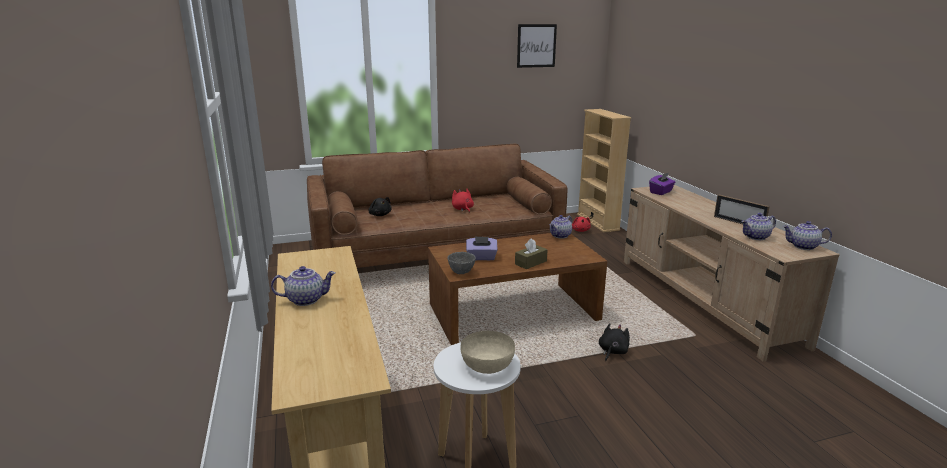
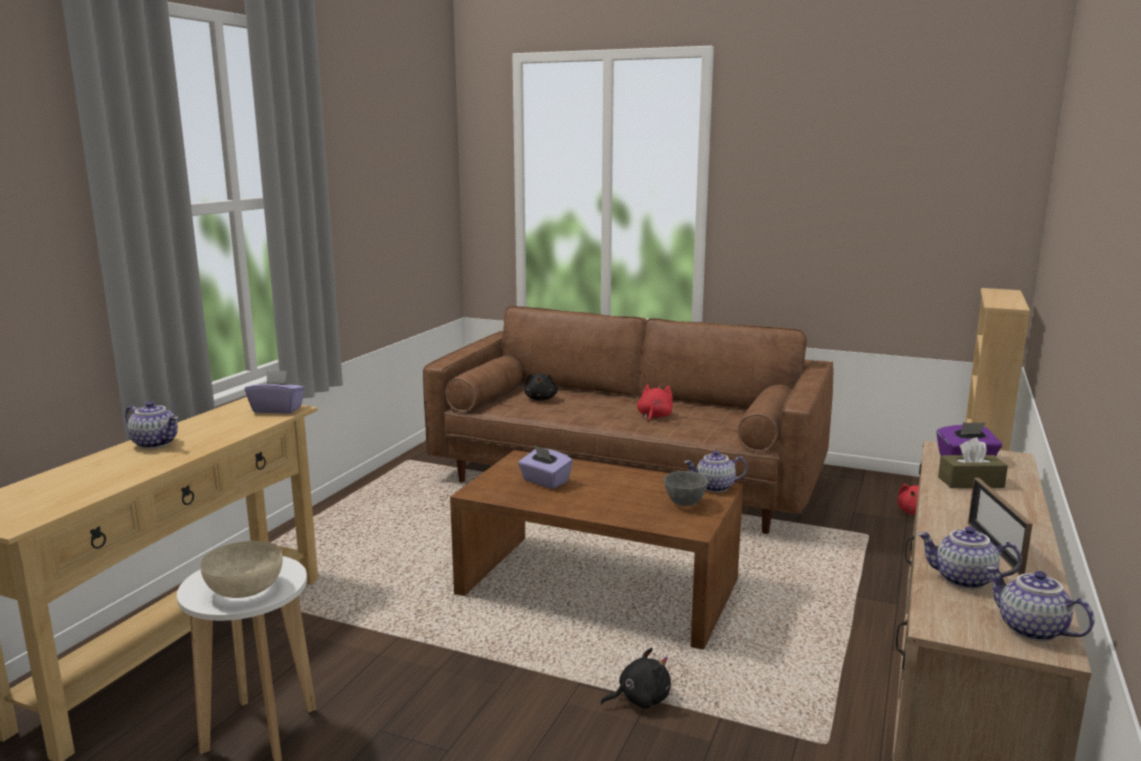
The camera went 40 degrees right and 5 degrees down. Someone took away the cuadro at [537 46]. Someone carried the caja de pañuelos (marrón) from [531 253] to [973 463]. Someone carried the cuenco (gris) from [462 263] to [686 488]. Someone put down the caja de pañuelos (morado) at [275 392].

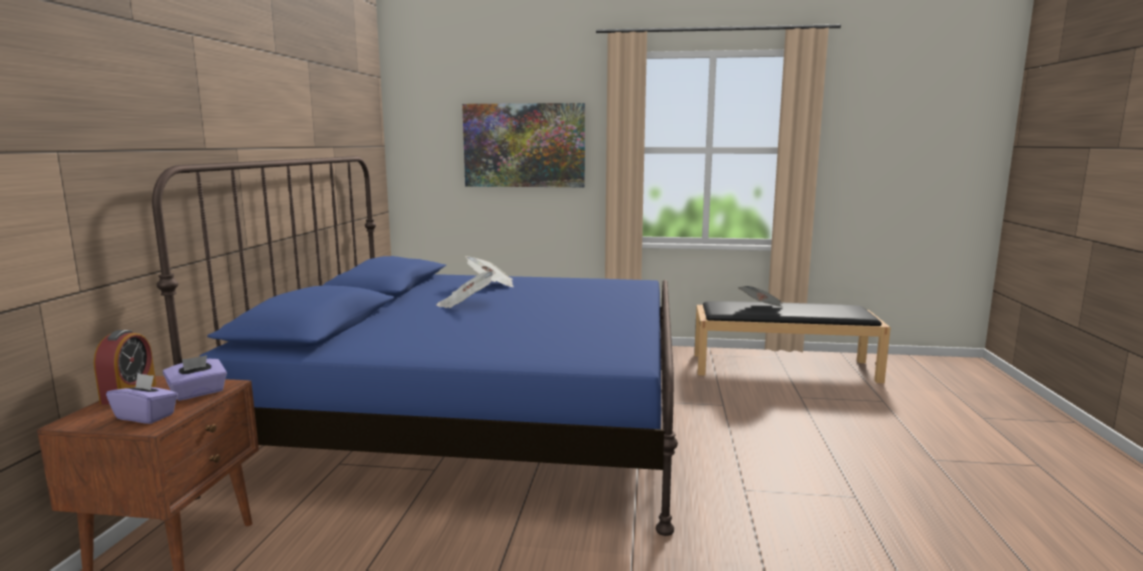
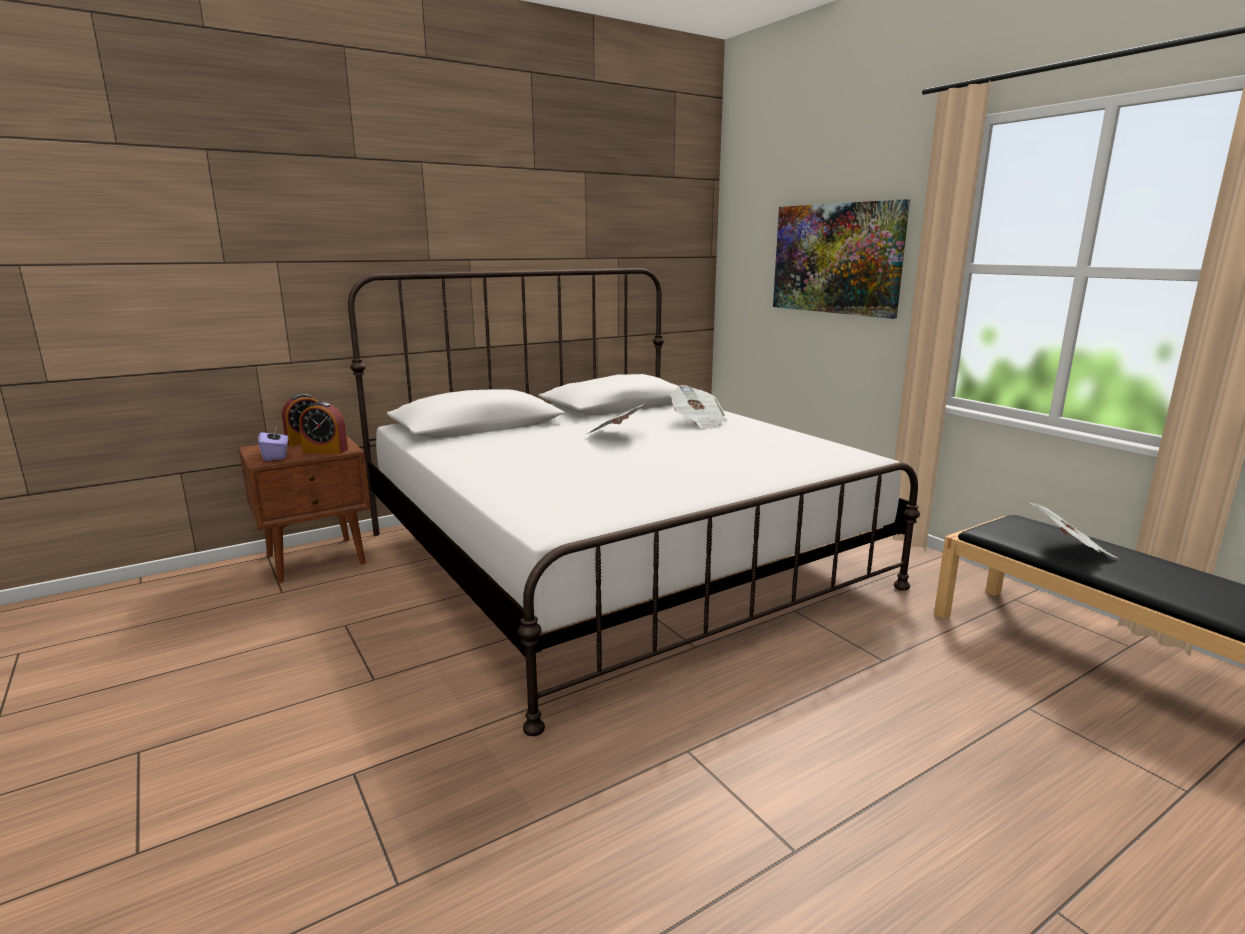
The camera went 50 degrees right and 5 degrees up. Someone repainted the cama (azul) at [415 346], which became the cama (blanco) at [634 502]. Someone swapped the caja de pañuelos (morado) at [195 378] for the despertador at [323 427].

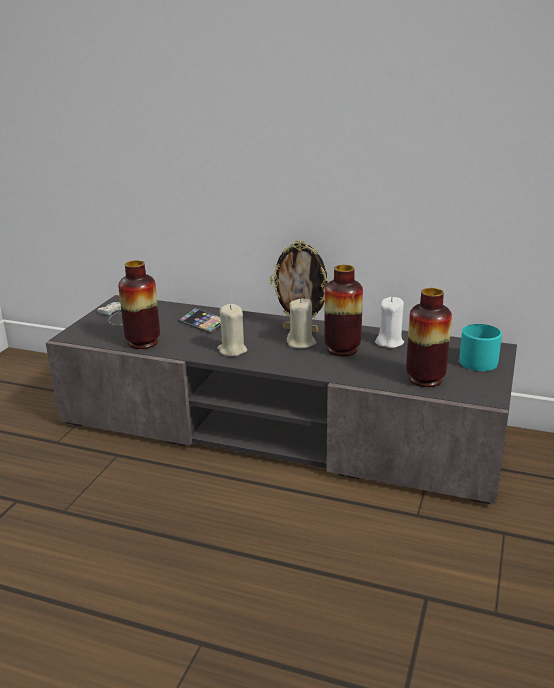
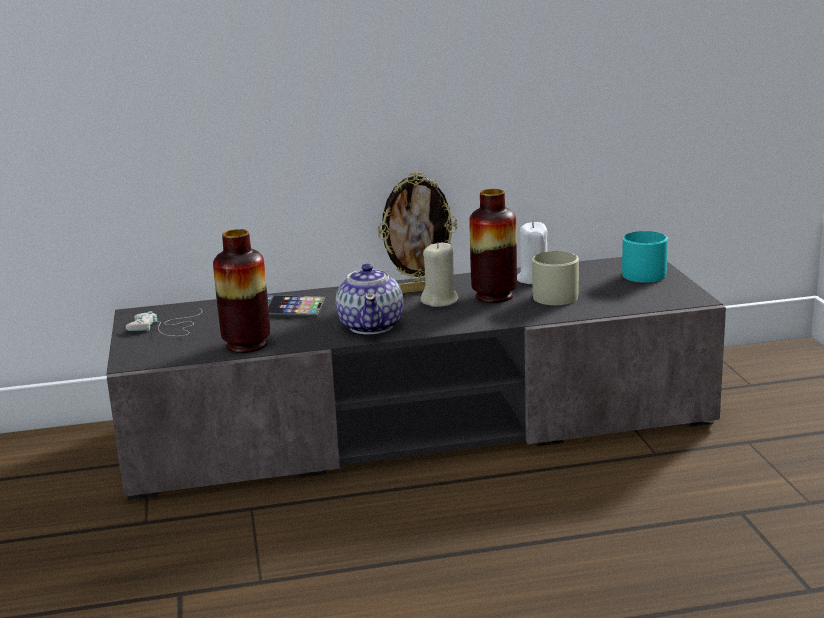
The camera went 30 degrees left and 5 degrees down. Someone took away the florero at [429 337]. Someone swapped the vela (beis) at [232 330] for the tetera at [370 298]. Someone put down the taza grande (beis) at [555 278].

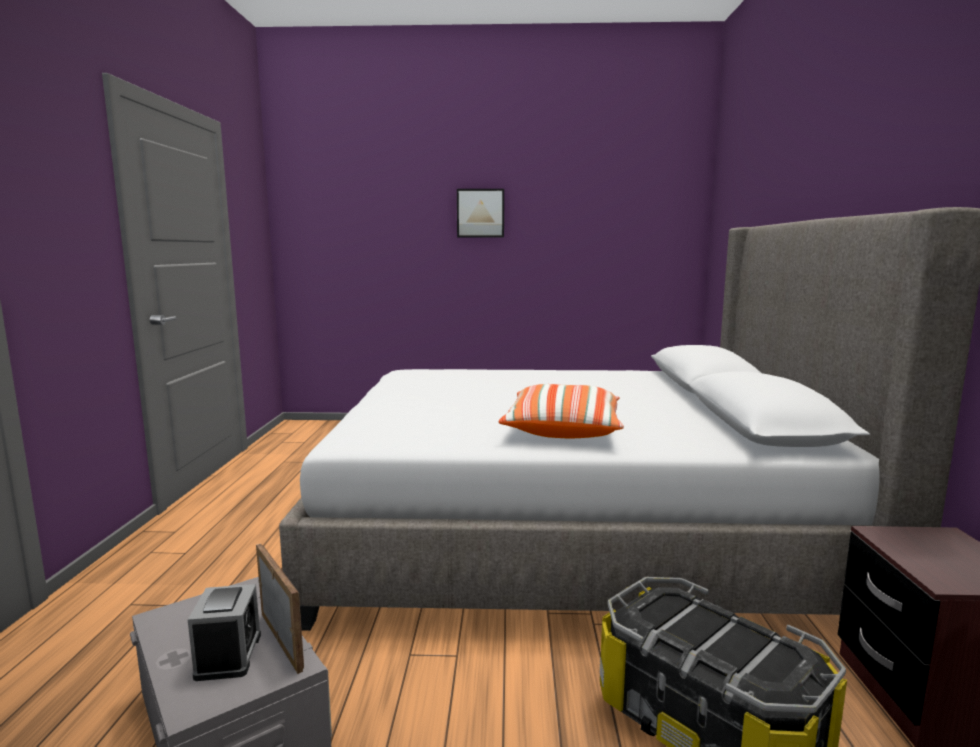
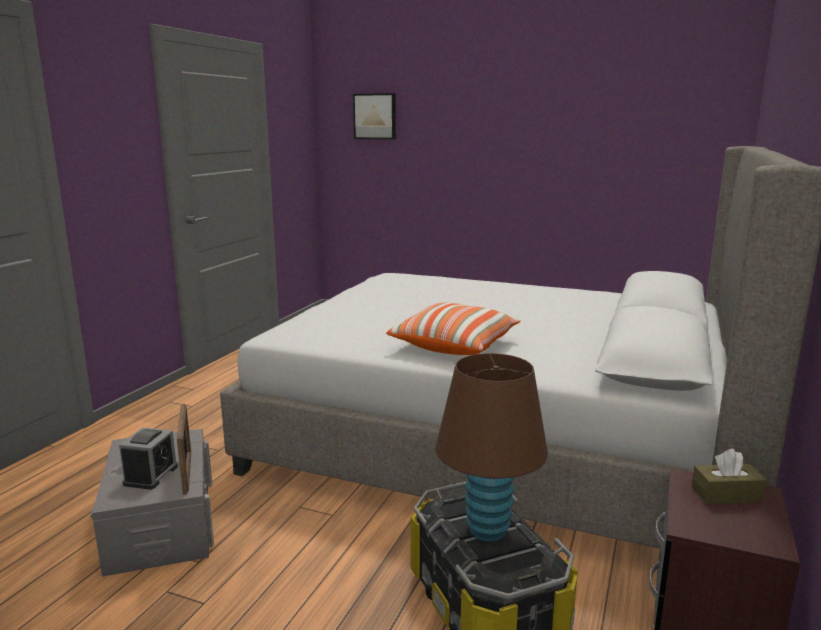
The camera went 20 degrees right and 5 degrees up. Someone carried the cuadro from [480 213] to [374 116]. Someone put down the lámpara de mesa (marrón) at [492 447]. Someone put down the caja de pañuelos (marrón) at [729 476].

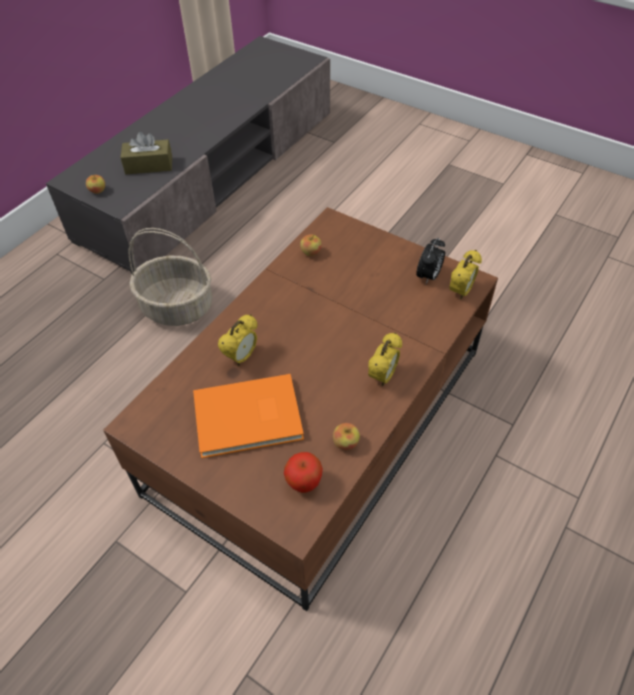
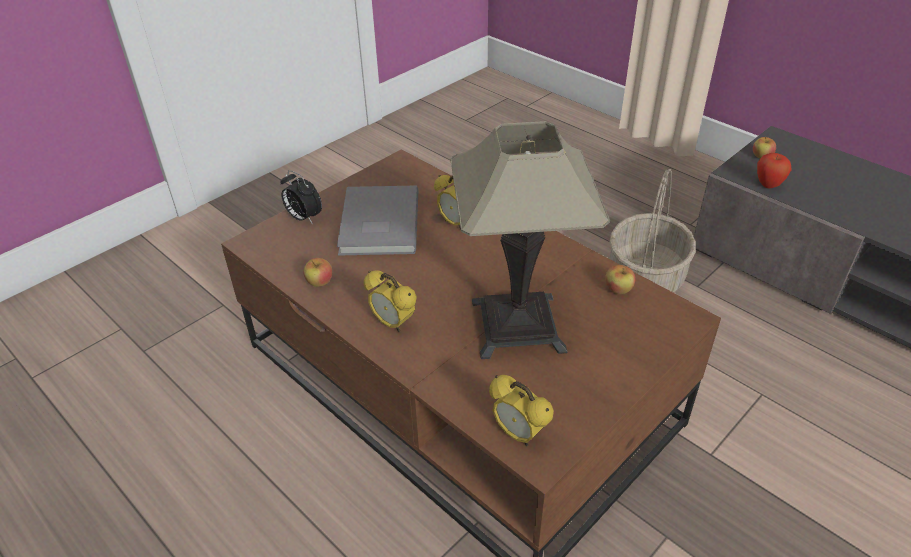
The camera went 100 degrees right and 10 degrees down. Someone took away the caja de pañuelos (marrón) at [146 153]. Someone carried the despertador from [430 261] to [301 197]. Someone repainted the libro (naranja) at [248 416], which became the libro (gris) at [378 220]. Someone carried the manzana from [303 472] to [774 170]. Someone put down the lámpara de mesa at [530 240].

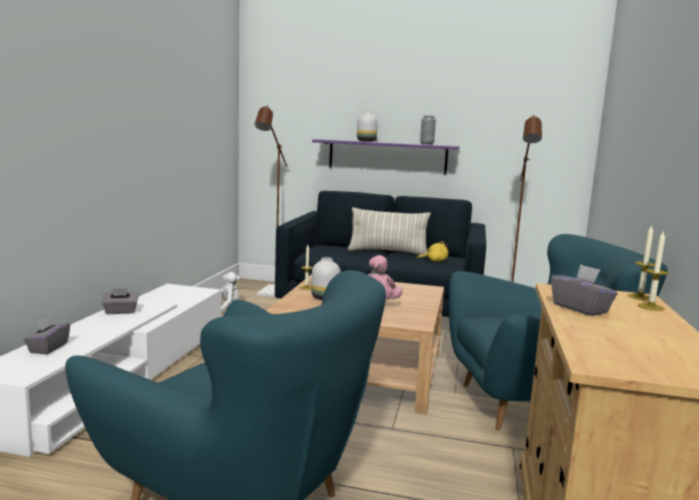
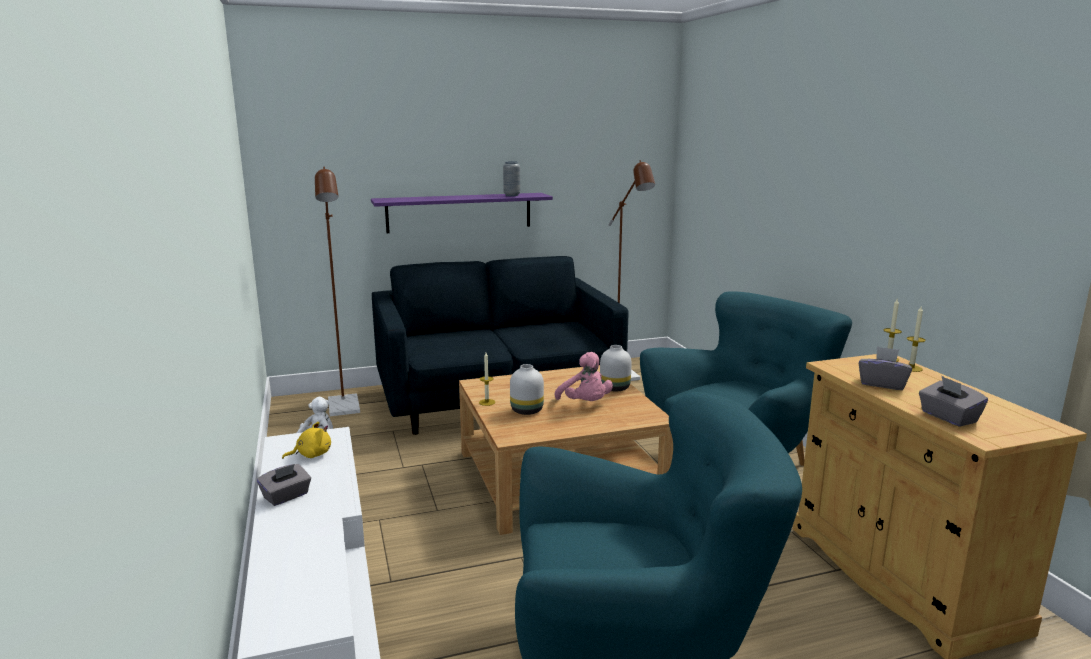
The camera went 30 degrees left and 5 degrees up. Someone carried the florero (blanco) from [367 127] to [616 368]. Someone took away the cojín at [389 231]. Someone carried the peluche (amarillo) from [432 251] to [306 440]. Someone carried the caja de pañuelos (gris) from [47 335] to [953 401].

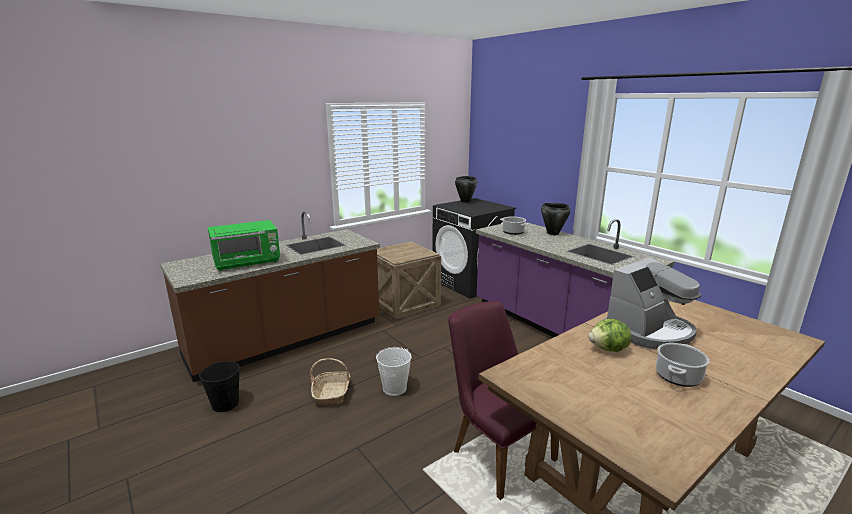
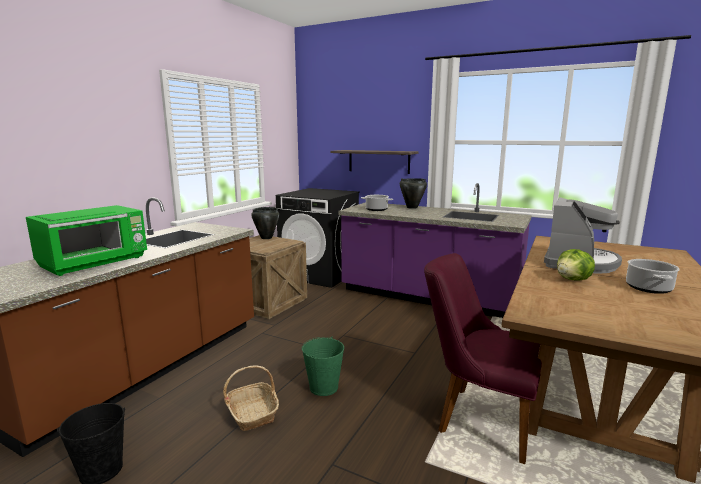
The camera went 25 degrees left and 5 degrees down. Someone carried the olla (negro) from [466 189] to [265 223]. Someone repainted the cubo (blanco) at [394 371], which became the cubo (verde) at [323 366]. Someone put up the estante at [374 162].

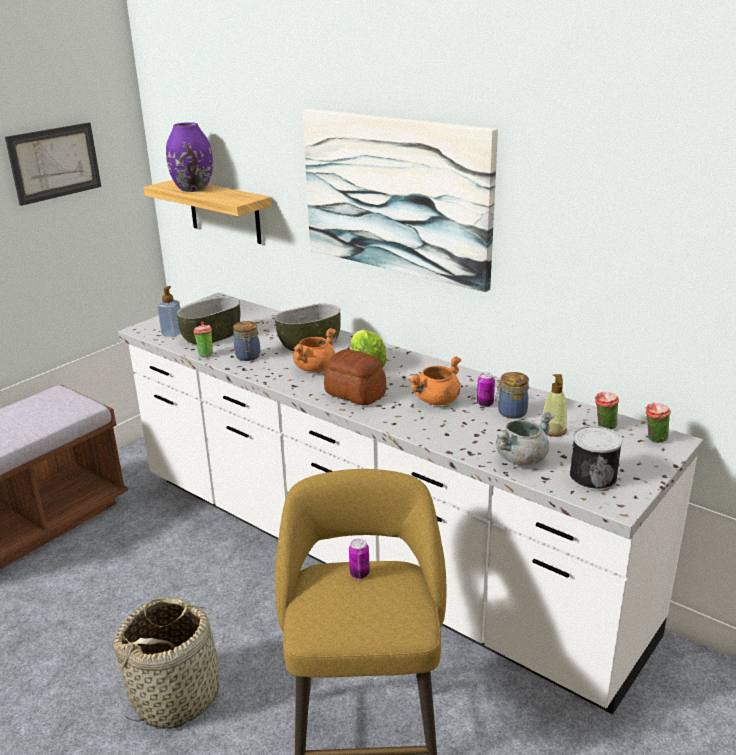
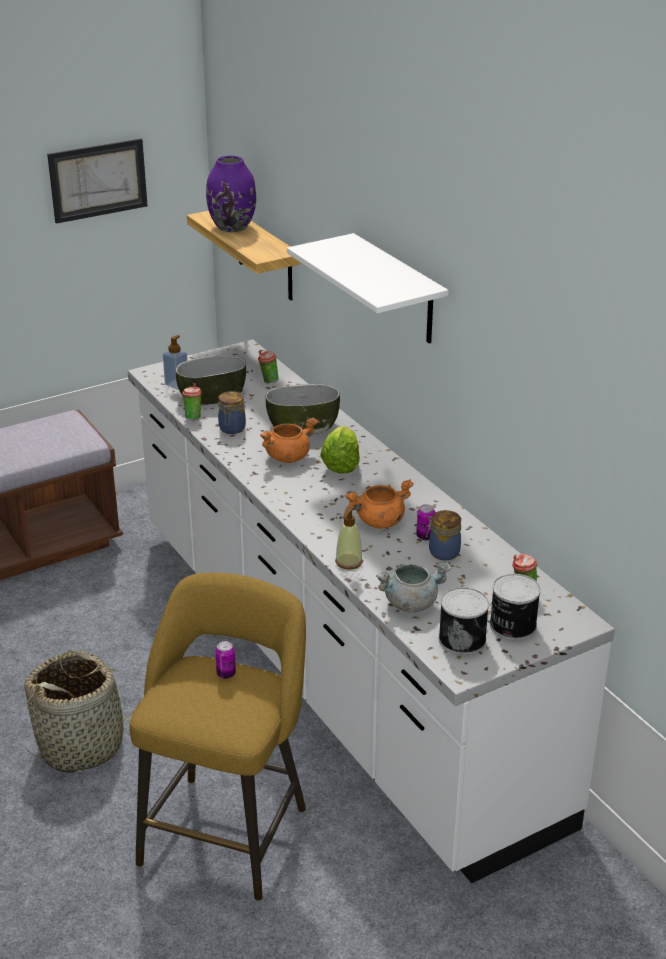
The camera went 20 degrees right and 5 degrees up. Someone swapped the cuadro at [400 200] for the estante (blanco) at [368 288]. Someone took away the pan at [355 377]. Someone carried the dispensador de jabón from [554 405] to [349 538]. Someone carried the taza from [658 422] to [268 367]. Someone put down the lata at [515 607].

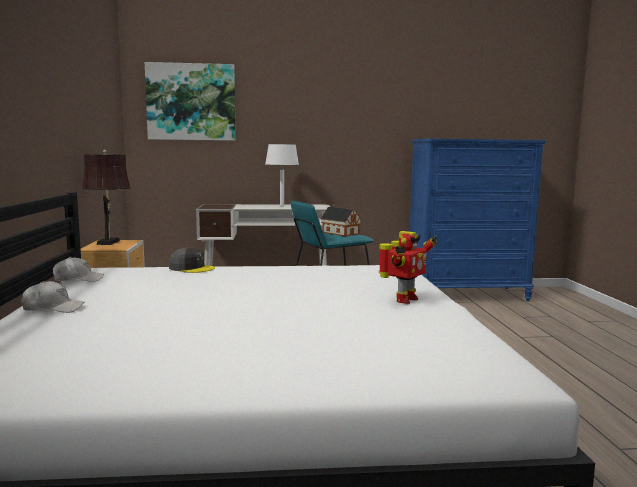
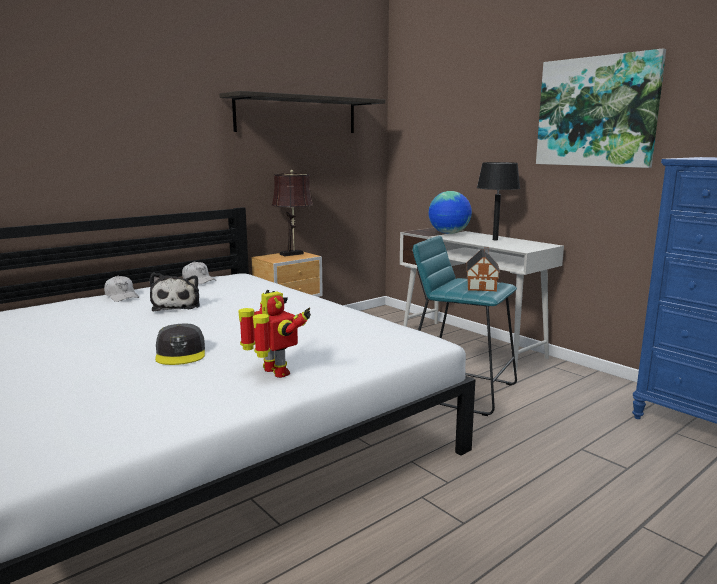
The camera went 55 degrees right and 5 degrees up. Someone carried the cuadro from [190 101] to [601 108]. Someone repainted the lámpara de mesa (blanco) at [282 175], which became the lámpara de mesa (negro) at [498 201]. Someone rotated the robot de juguete at [408 267] by 135 degrees counterclockwise. Someone carried the gorra (gris) from [192 260] to [180 344]. Someone put up the estante at [302 112]. Someone put down the globo terráqueo at [450 212]. Someone put down the peluche at [175 292].

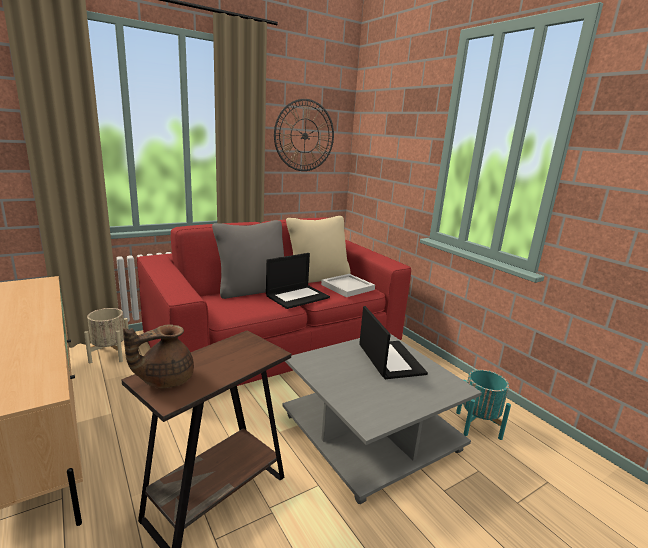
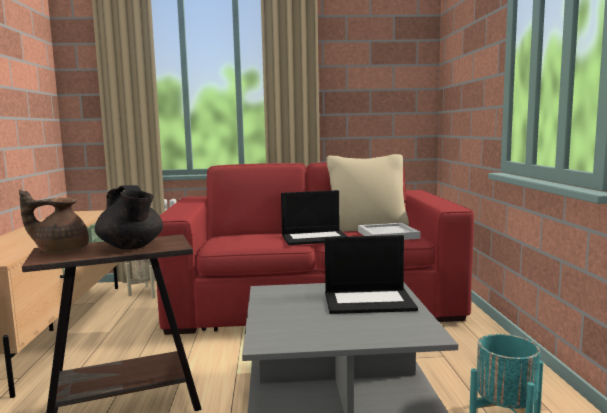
The camera went 30 degrees right and 10 degrees down. Someone took away the reloj de pared at [304 135]. Someone took away the cojín (gris) at [248 259]. Someone rotated the portátil at [393 342] by 75 degrees clockwise. Someone put down the tetera (negro) at [129 217].

